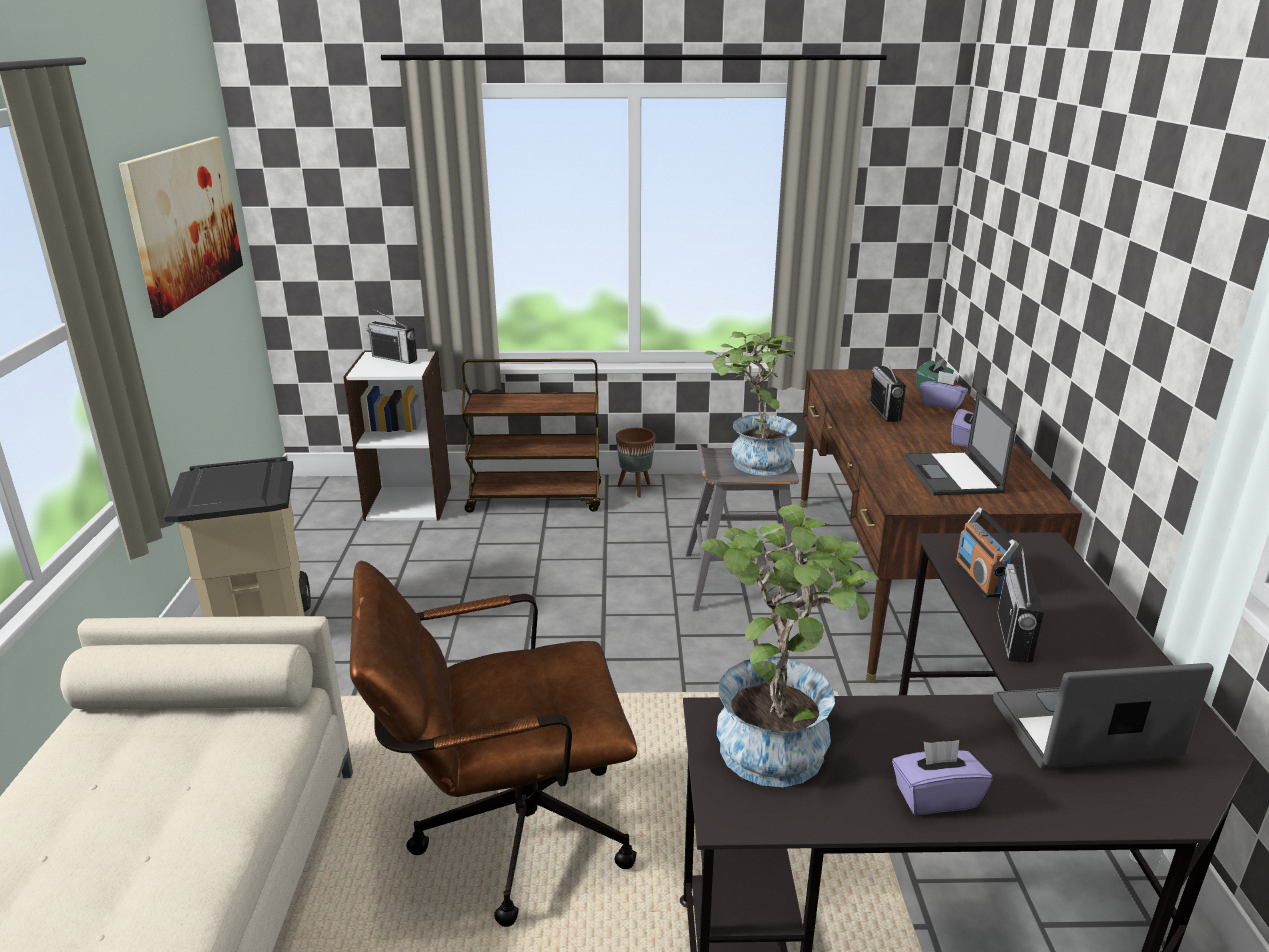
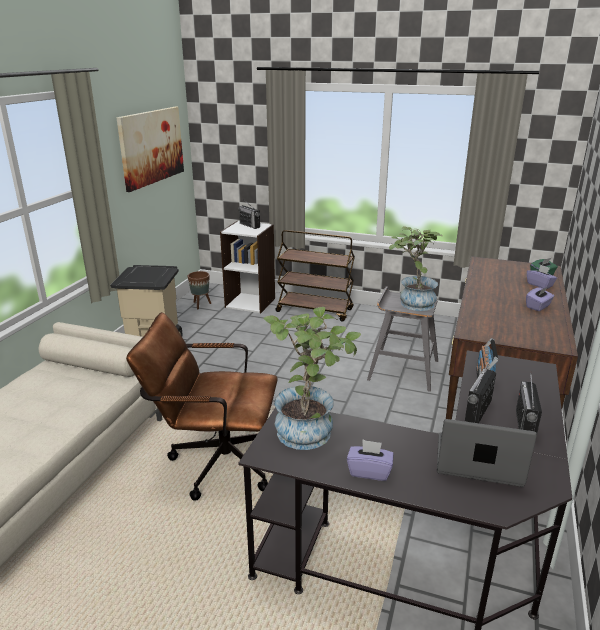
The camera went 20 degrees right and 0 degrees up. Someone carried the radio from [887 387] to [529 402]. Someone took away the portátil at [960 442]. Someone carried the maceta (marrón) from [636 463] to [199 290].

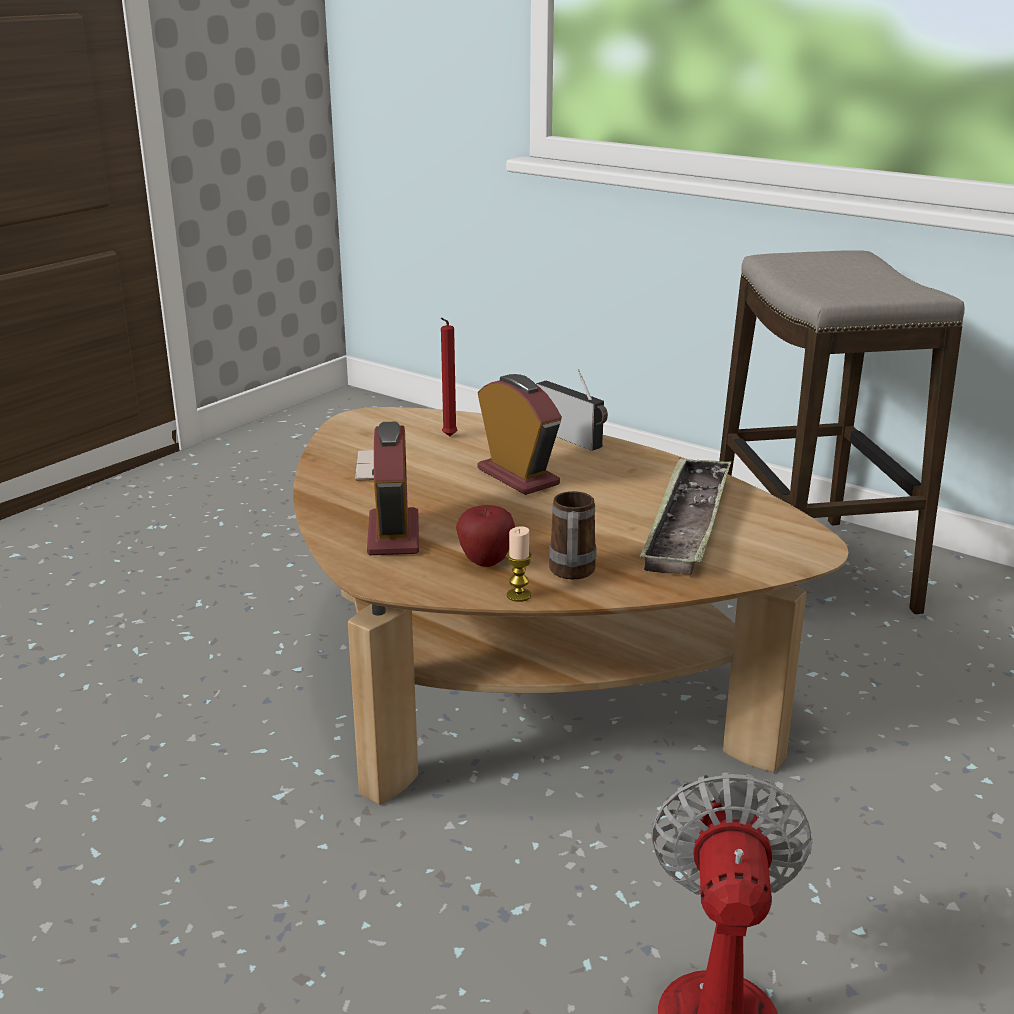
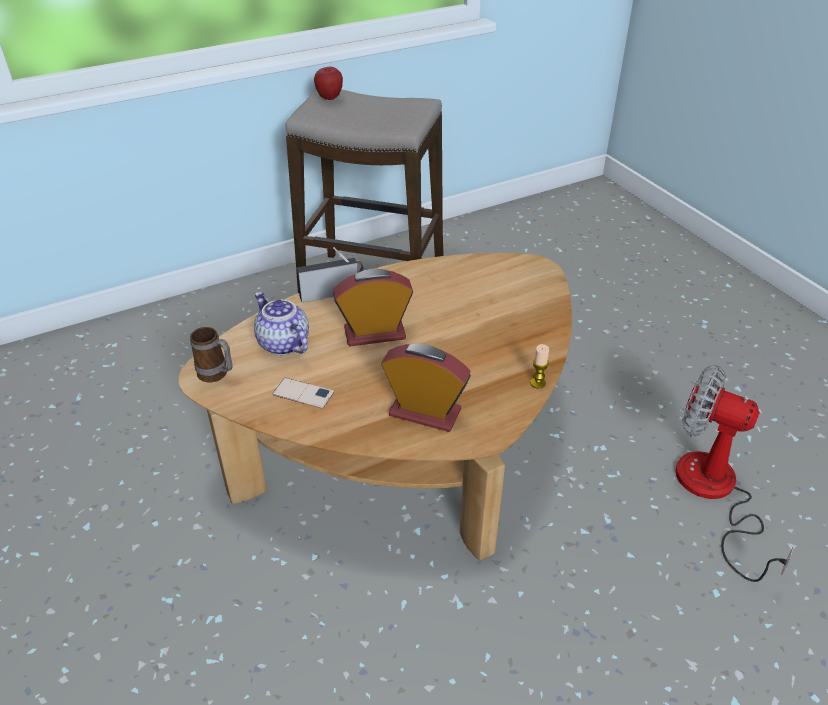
The camera went 65 degrees left and 15 degrees up. Someone swapped the vela (rojo) at [449 377] for the tetera at [281 323]. Someone took away the bandeja at [685 516]. Someone carried the taza grande from [573 535] to [211 354]. Someone carried the manzana from [485 536] to [328 83].

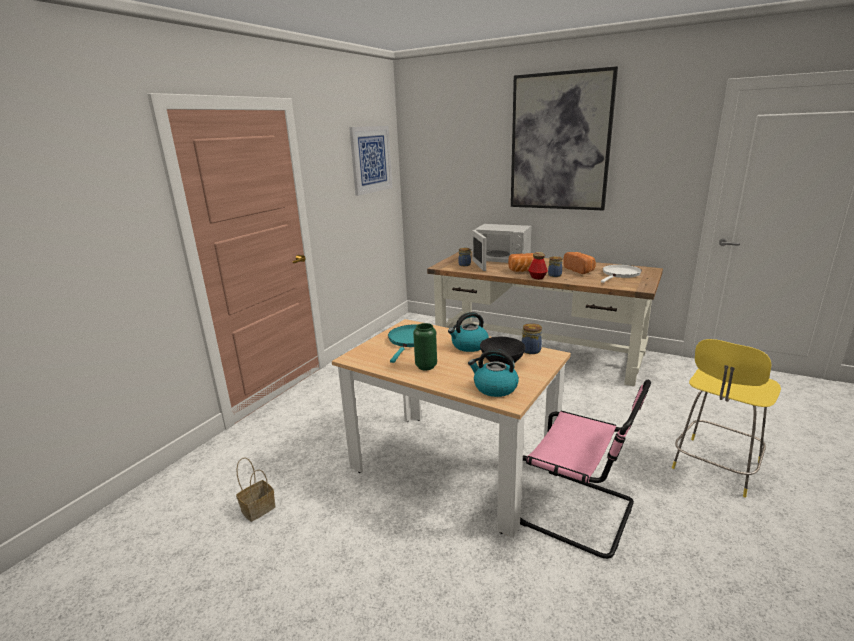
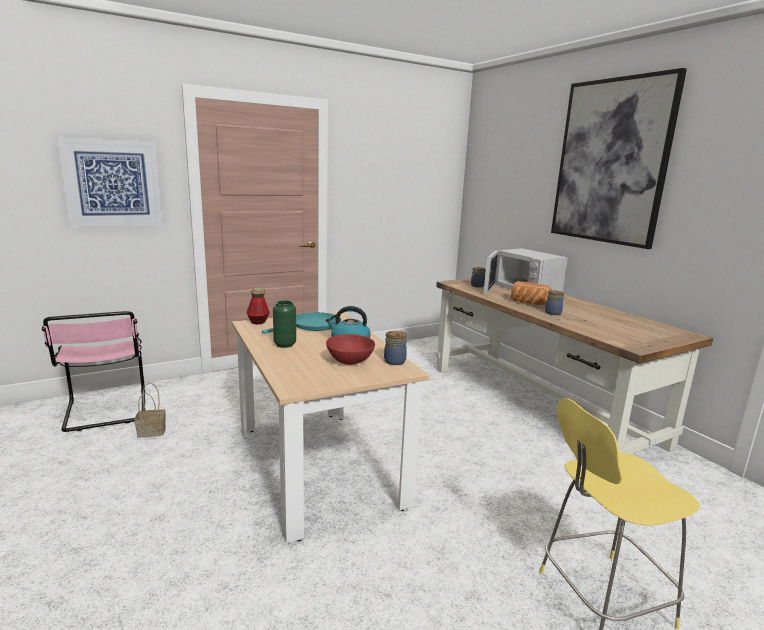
The camera went 30 degrees right and 5 degrees down. Someone carried the cuadro from [370 161] to [109 182]. Someone carried the botella from [538 265] to [258 306]. Someone took away the pan at [579 263]. Someone took away the sartén (blanco) at [621 274]. Someone repainted the cuenco (negro) at [502 351], which became the cuenco (rojo) at [350 349]. Someone took away the hervidor at [493 373]. Someone carried the silla (rosa) from [585 469] to [93 371].

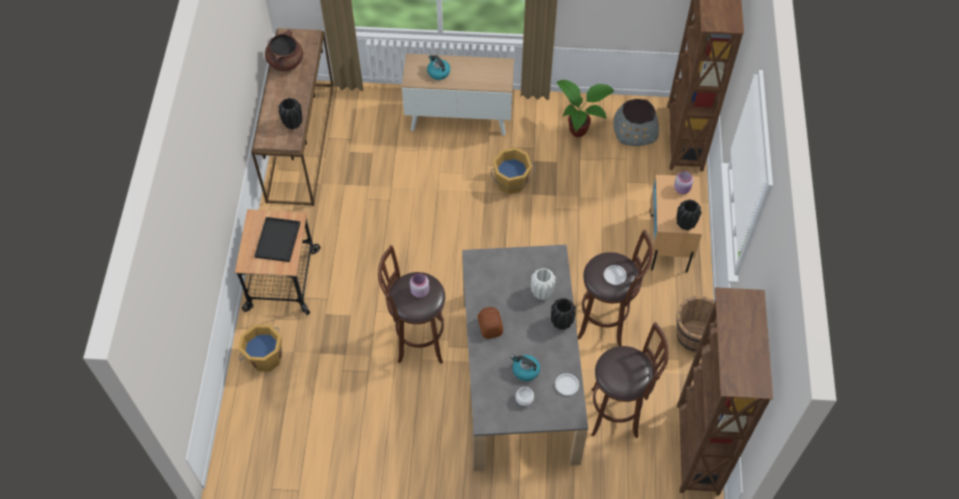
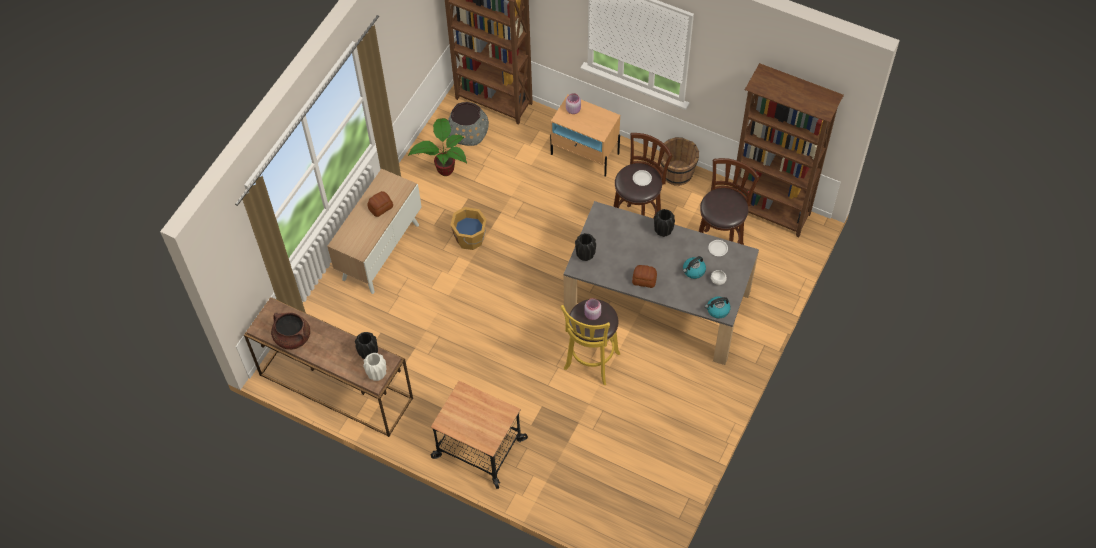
The camera went 65 degrees left and 0 degrees up. Someone carried the hervidor from [438 67] to [718 307]. Someone carried the florero (negro) from [689 214] to [585 247]. Someone took away the bandeja (negro) at [277 239]. Someone repainted the taburete (marrón) at [411 304], which became the taburete (amarillo) at [590 342]. Someone carried the florero (blanco) from [543 284] to [374 367]. Someone took away the cubo (naranja) at [260 348]. Someone put down the pan at [380 204].

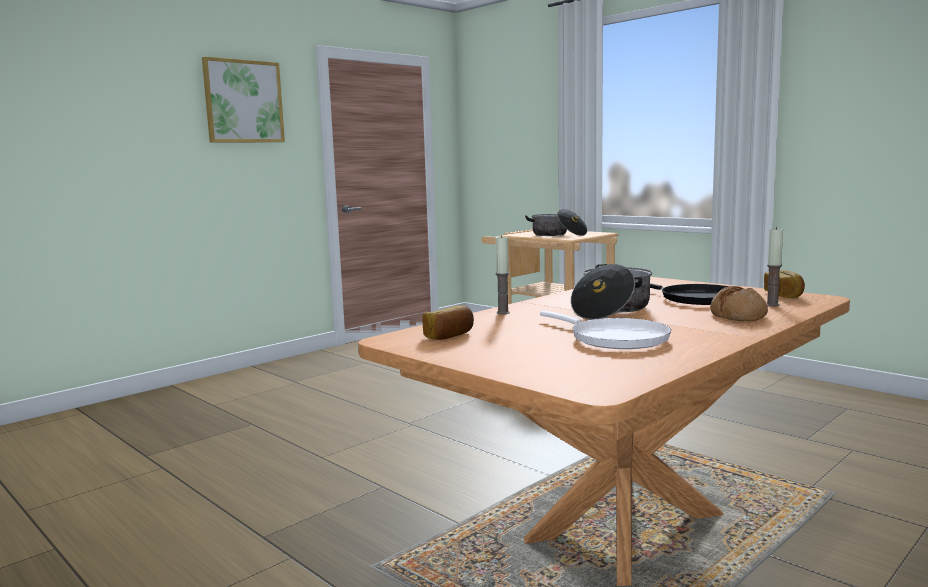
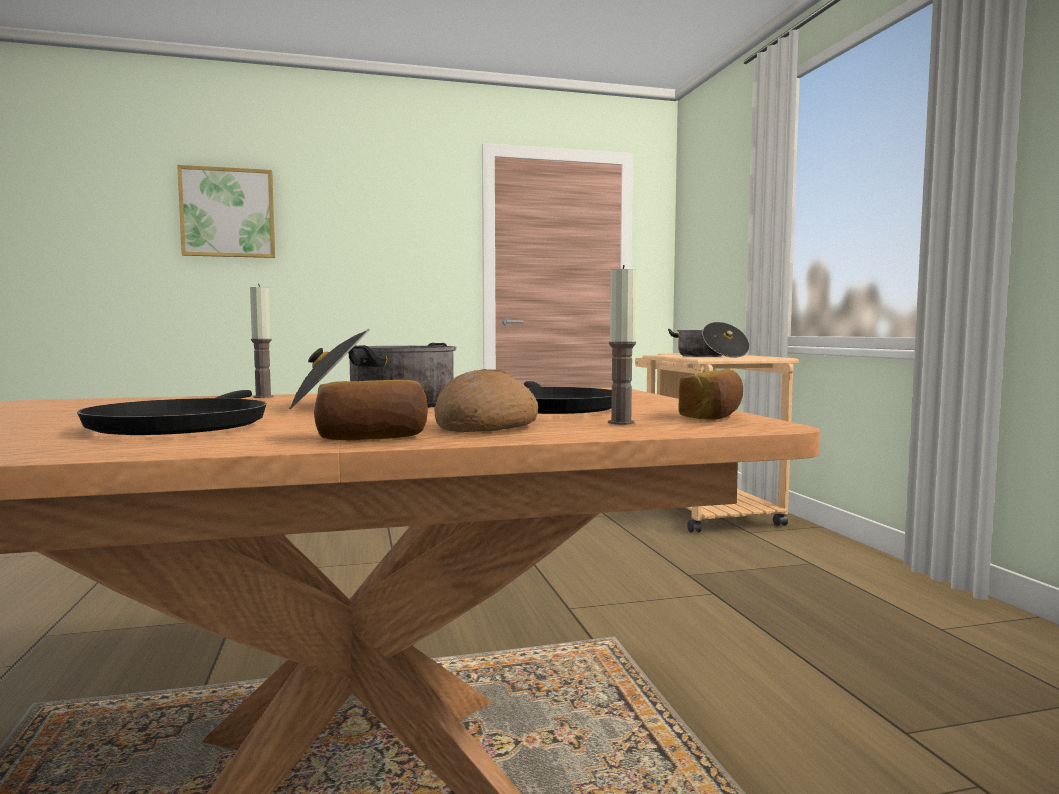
The camera went 30 degrees right and 5 degrees down. Someone carried the cuadro from [243 100] to [226 211]. Someone carried the pan from [448 322] to [371 410]. Someone repainted the sartén (blanco) at [606 330], which became the sartén (negro) at [172 412].

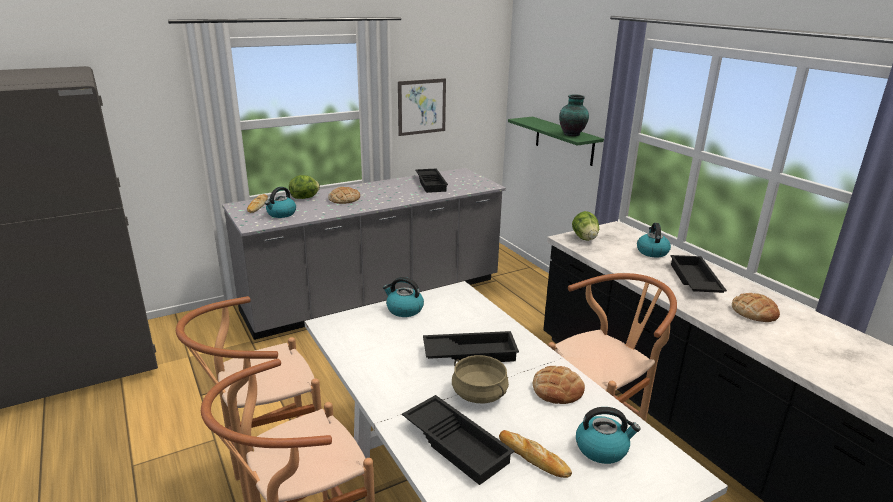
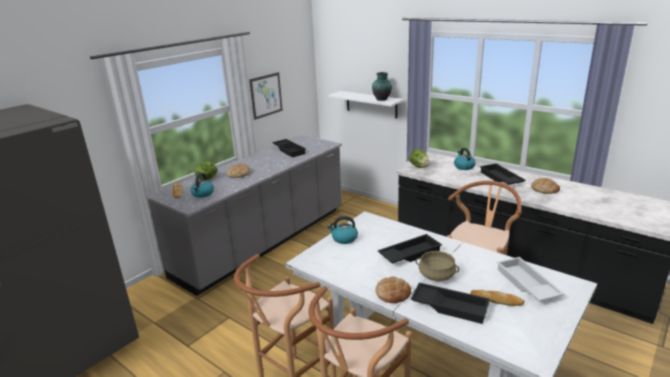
The camera went 20 degrees left and 0 degrees up. Someone repainted the estante (verde) at [556 141], which became the estante (blanco) at [366 105]. Someone carried the pan from [559 385] to [393 289]. Someone swapped the hervidor at [608 435] for the bandeja (blanco) at [530 279].

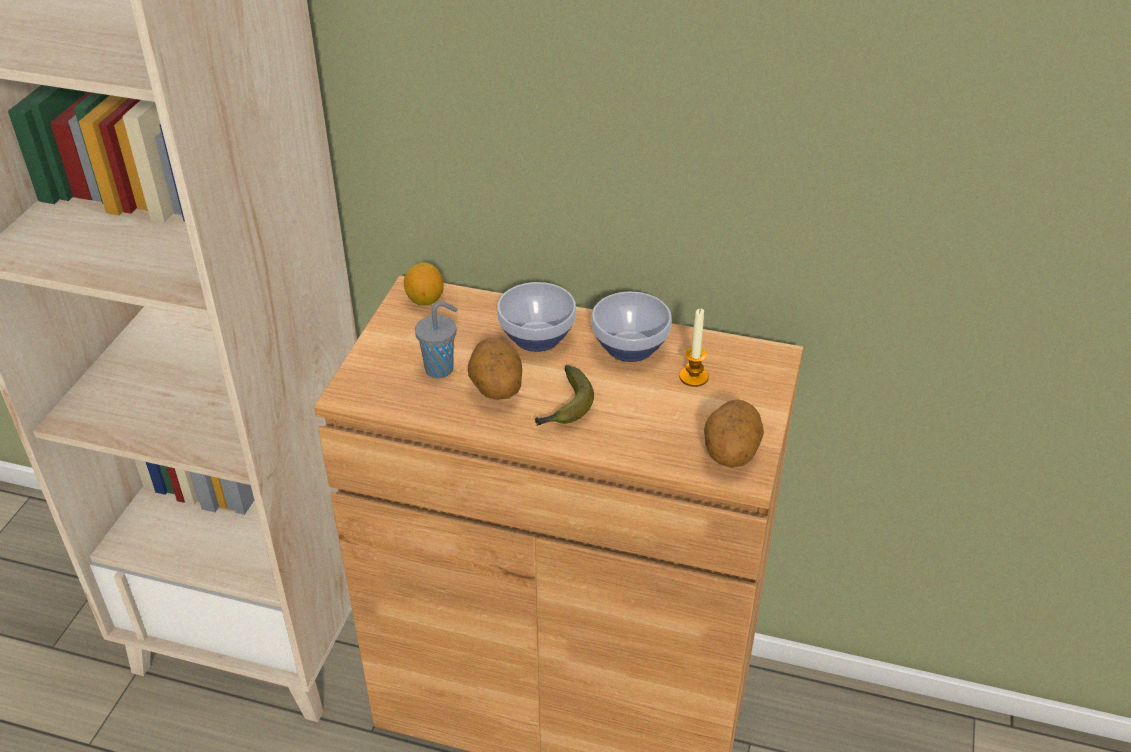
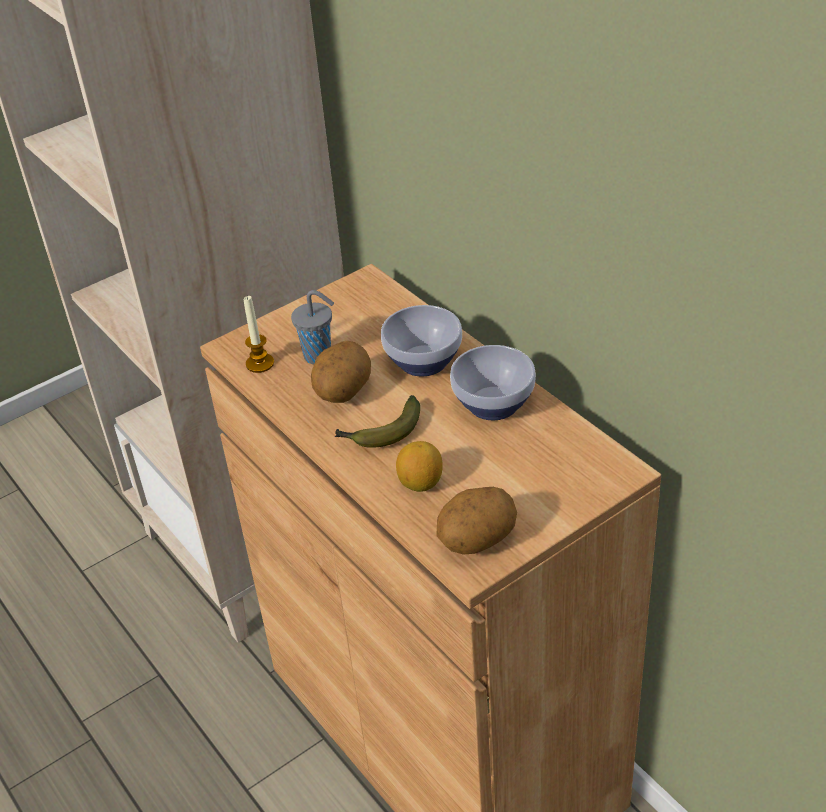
The camera went 40 degrees right and 0 degrees up. Someone carried the limón from [424 284] to [419 466]. Someone carried the vela from [694 348] to [259 334].

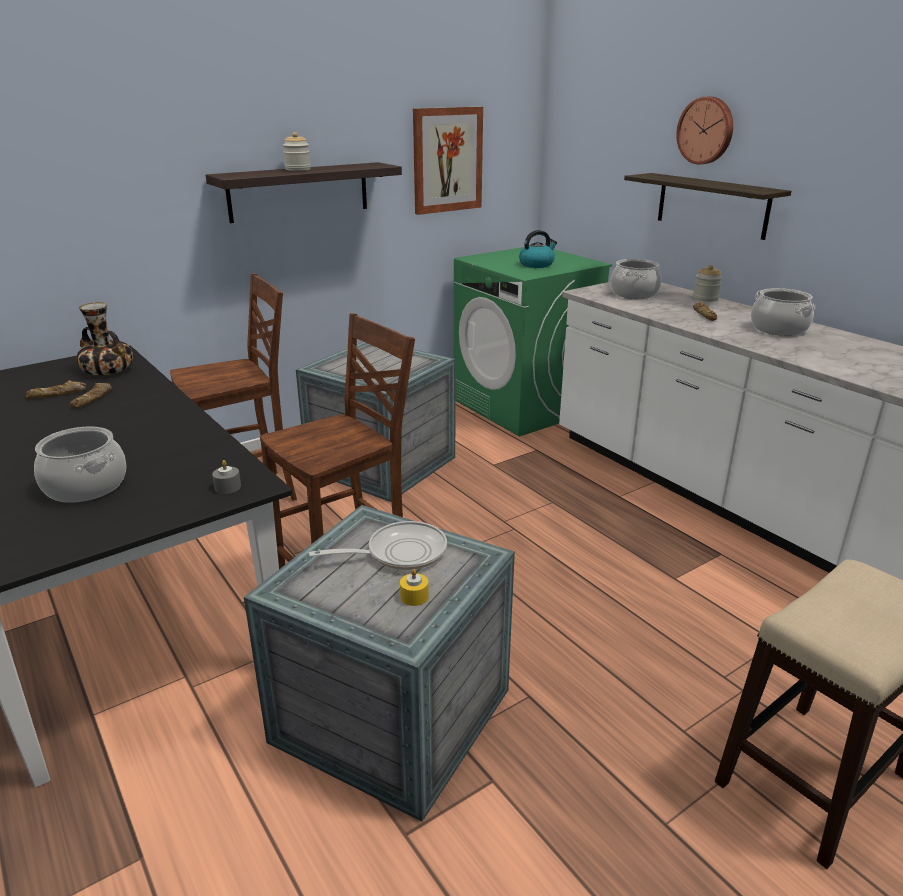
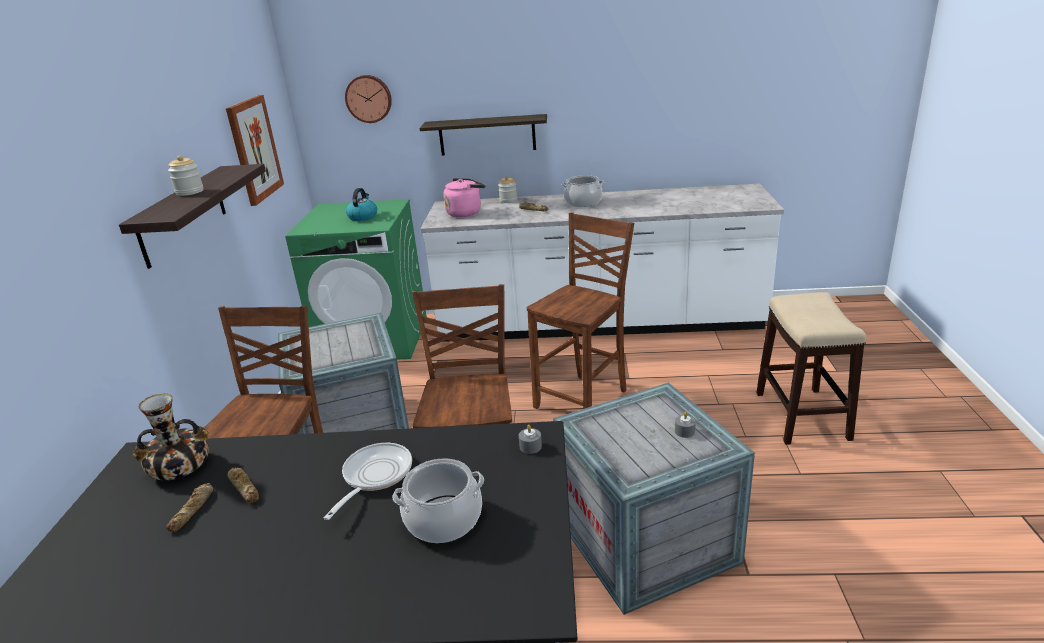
The camera went 50 degrees left and 0 degrees up. Someone carried the reloj de pared from [704 130] to [368 99]. Someone swapped the olla at [635 279] for the hervidor (rosa) at [464 197]. Someone carried the sartén from [378 545] to [367 481]. Someone repainted the vela (amarillo) at [414 587], which became the vela (gris) at [685 425]. Someone put down the silla (marrón) at [580 310].

